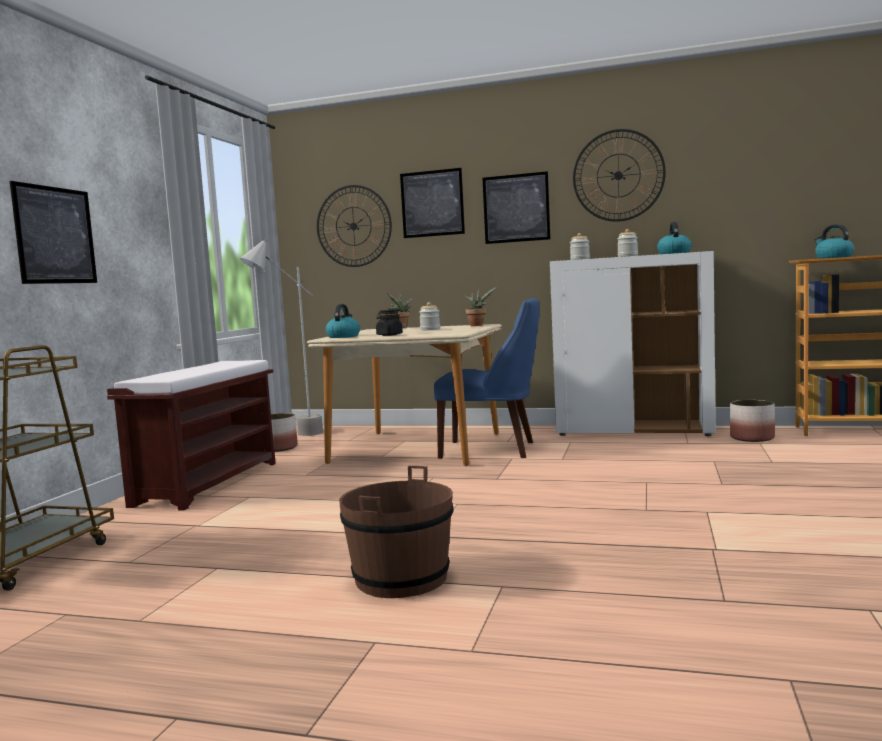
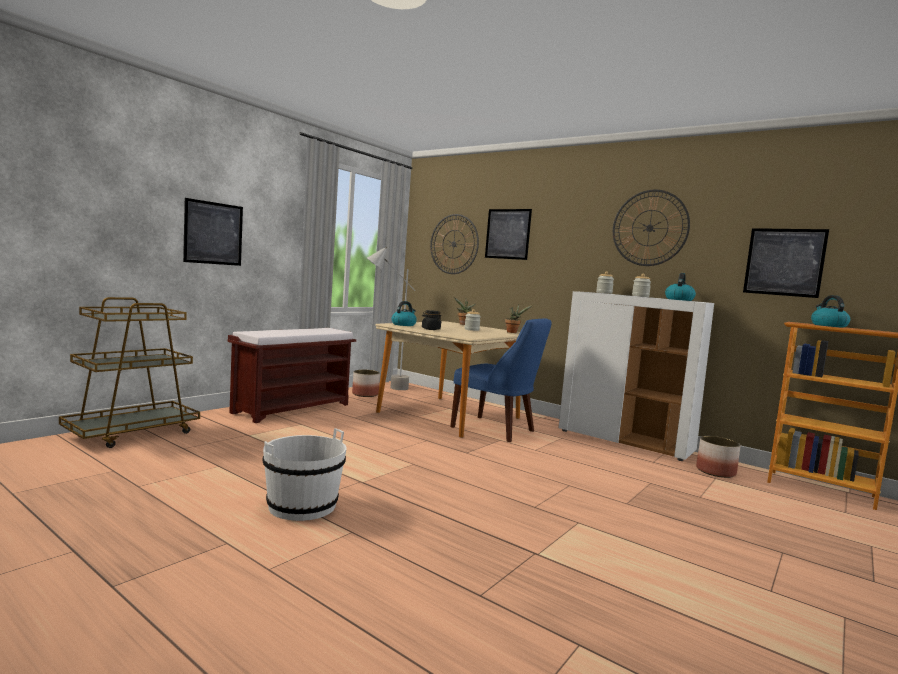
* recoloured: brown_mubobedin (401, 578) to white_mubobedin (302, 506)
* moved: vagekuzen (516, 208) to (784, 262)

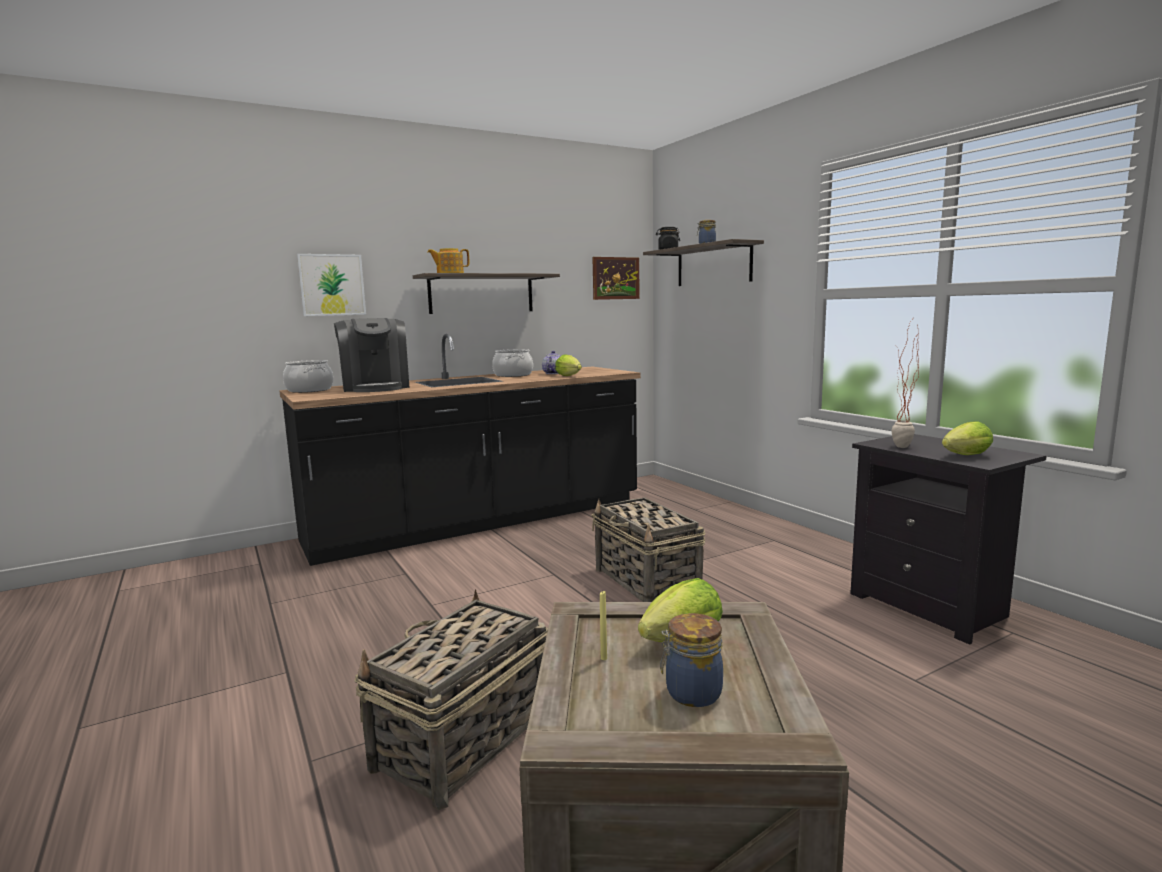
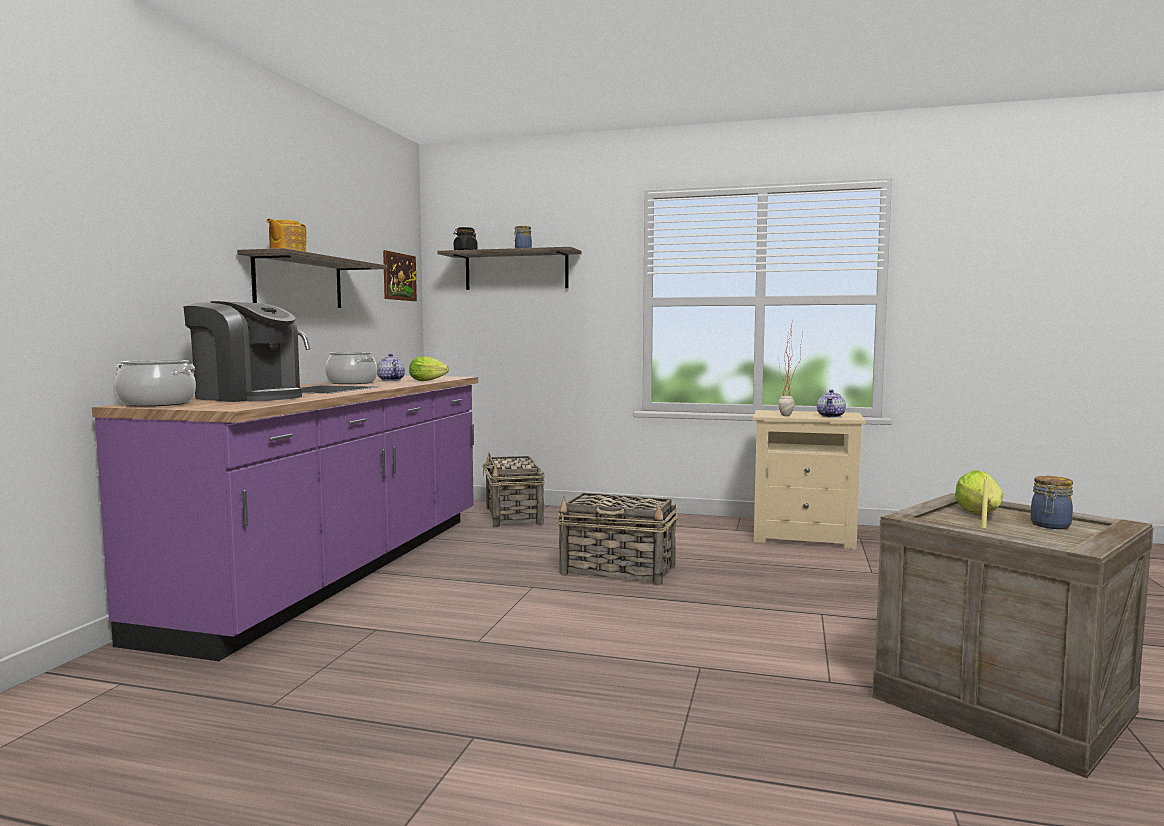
* recoloured: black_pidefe (479, 522) to purple_pidefe (340, 570)
* removed: vagekuzen (332, 285)
* moved: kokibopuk (461, 742) to (513, 516)
* recoloured: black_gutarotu (932, 607) to beige_gutarotu (804, 537)
* replaced: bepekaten (963, 456) to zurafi (831, 416)

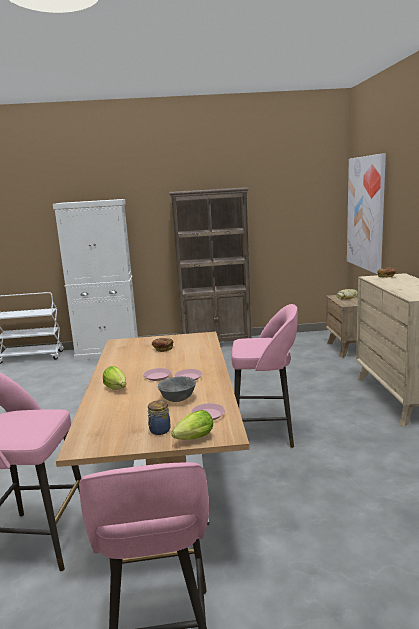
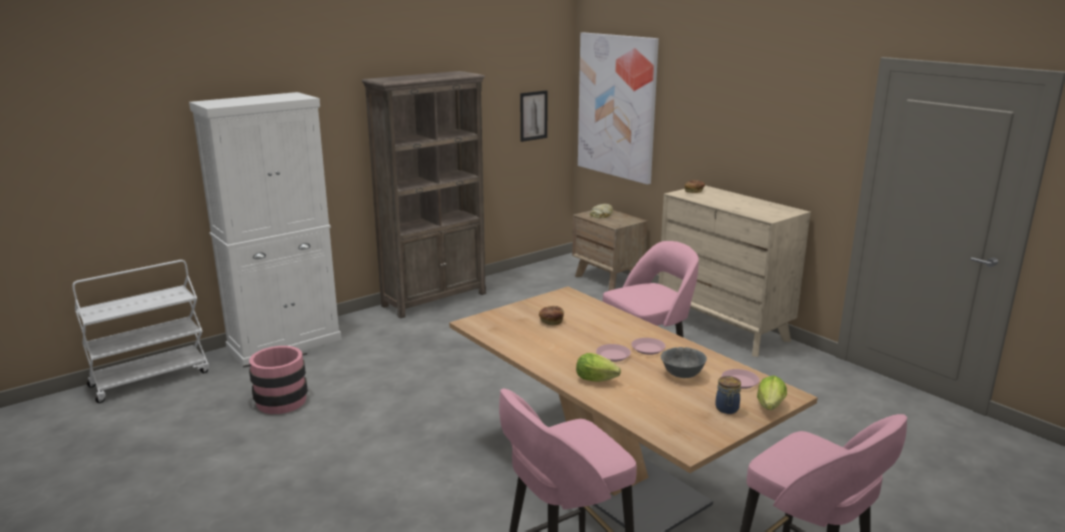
* added: pink_mubobedin (280, 399)
* added: vagekuzen (533, 115)

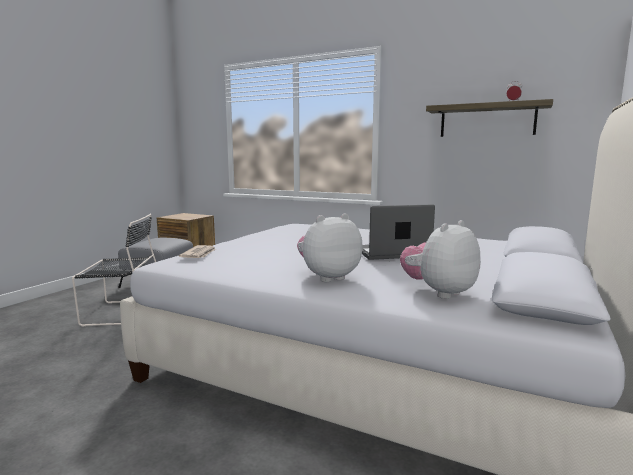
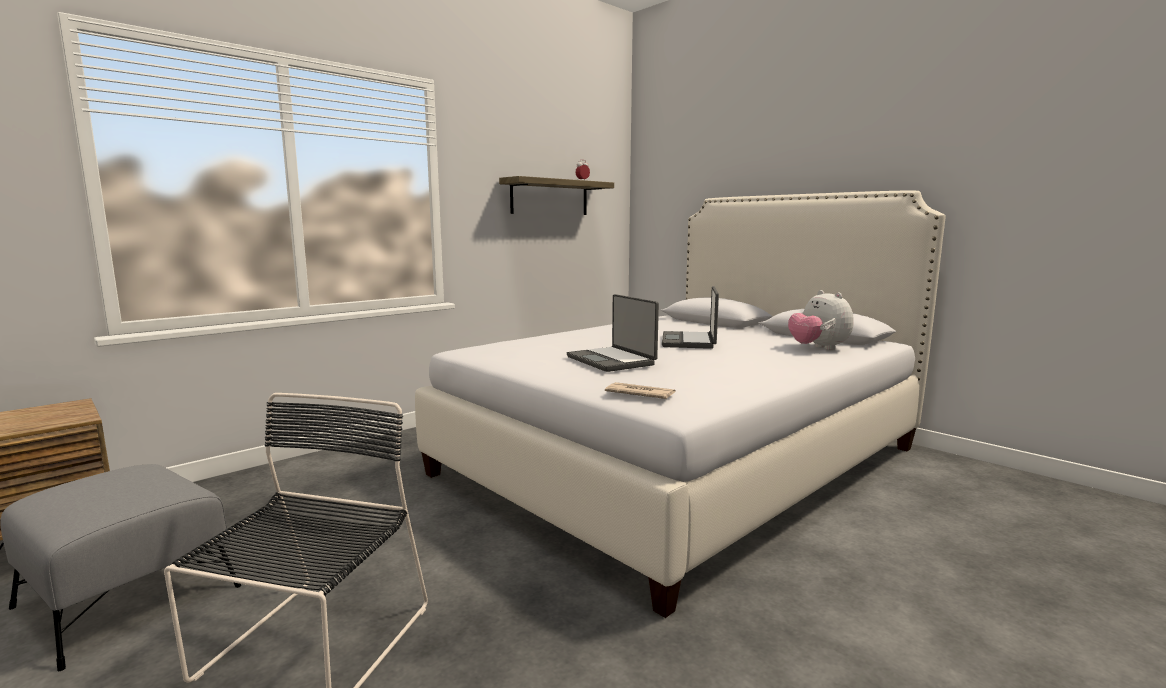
* removed: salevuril (328, 277)
* added: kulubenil (612, 360)

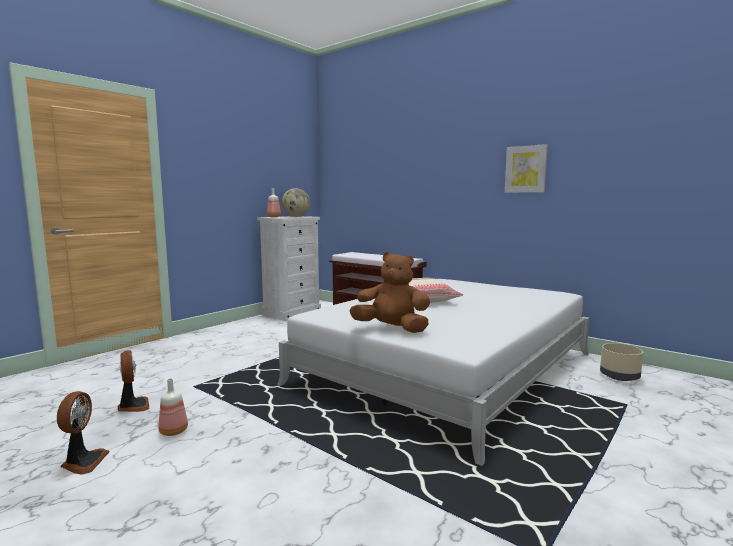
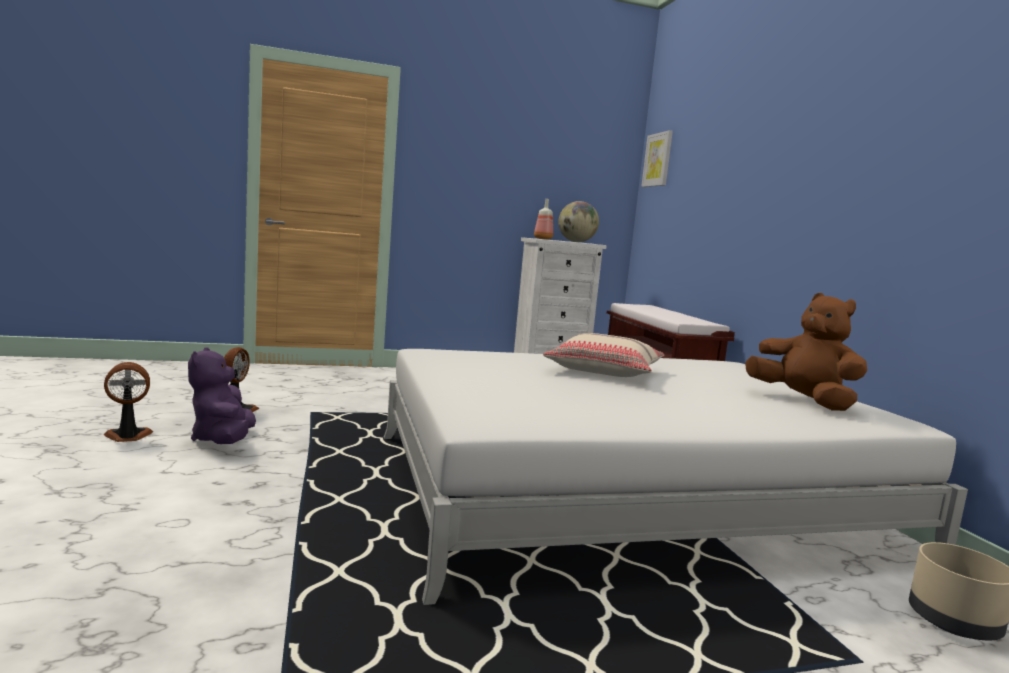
* turned: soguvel (83, 462) = (128, 436) 150 degrees counterclockwise
* replaced: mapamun (172, 431) to purple_salevuril (223, 440)
* moved: brown_salevuril (392, 329) to (803, 401)
* moved: vagekuzen (526, 169) to (658, 160)

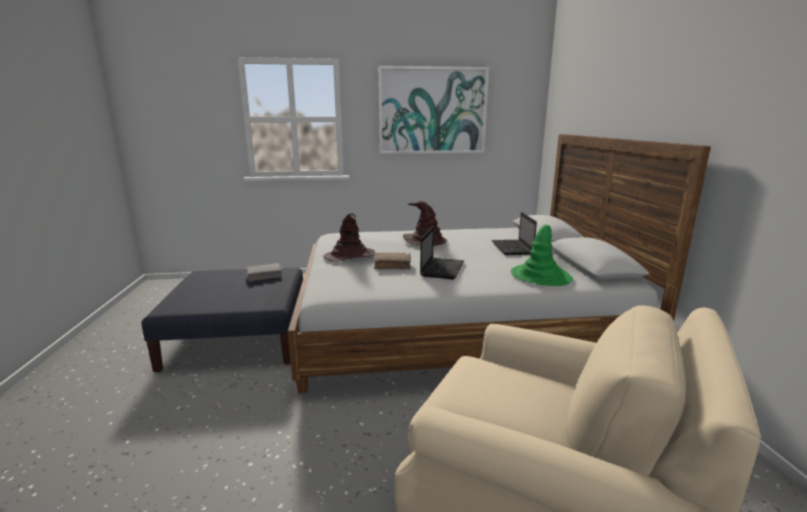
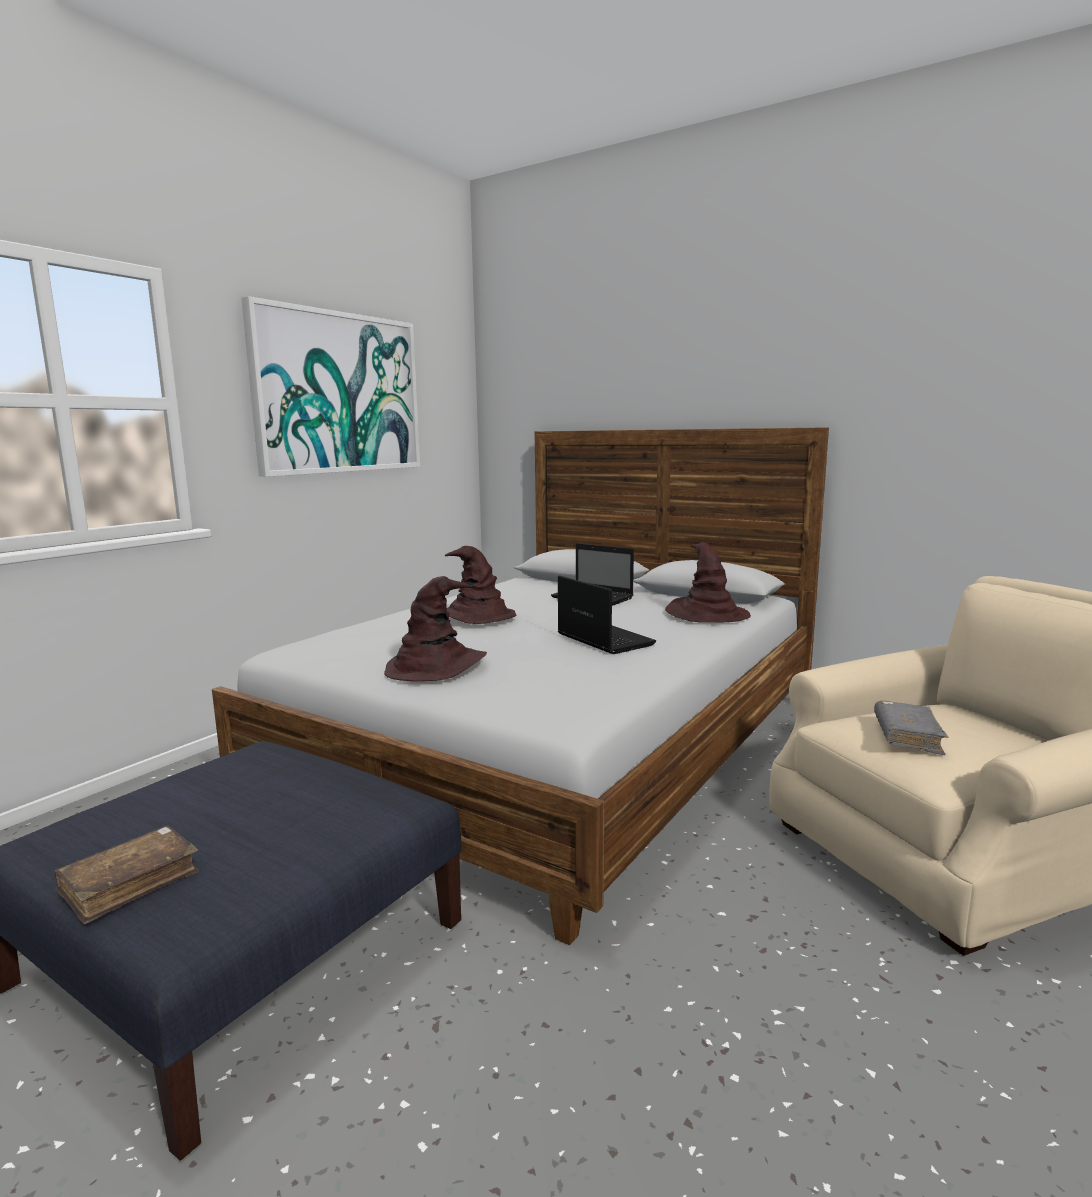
* moved: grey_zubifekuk (264, 276) to (907, 737)
* moved: brown_zubifekuk (392, 265) to (130, 883)
* recoloured: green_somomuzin (540, 276) to brown_somomuzin (707, 615)

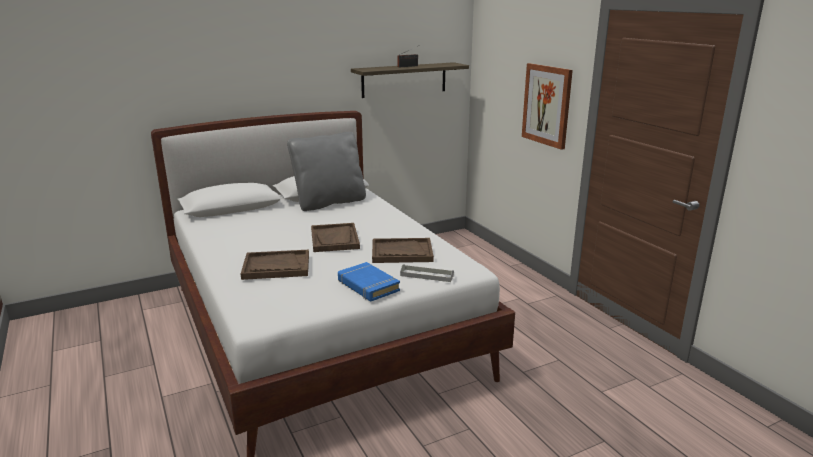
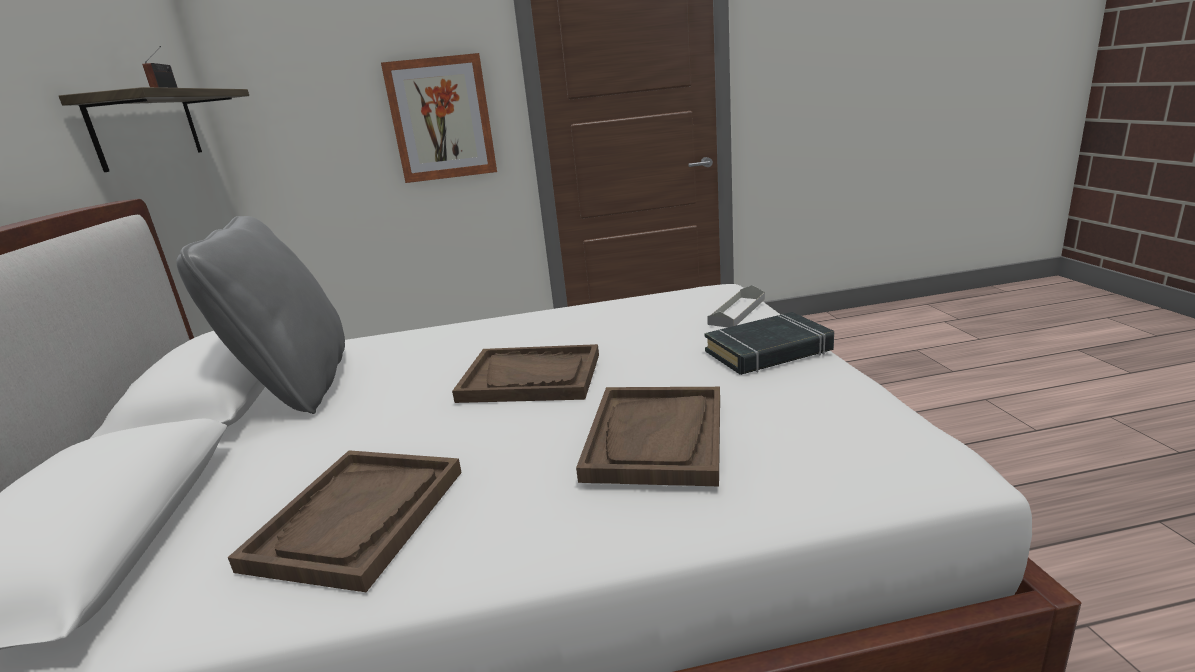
* recoloured: blue_zubifekuk (368, 286) to black_zubifekuk (768, 351)
* moved: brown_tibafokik (401, 252) to (358, 518)

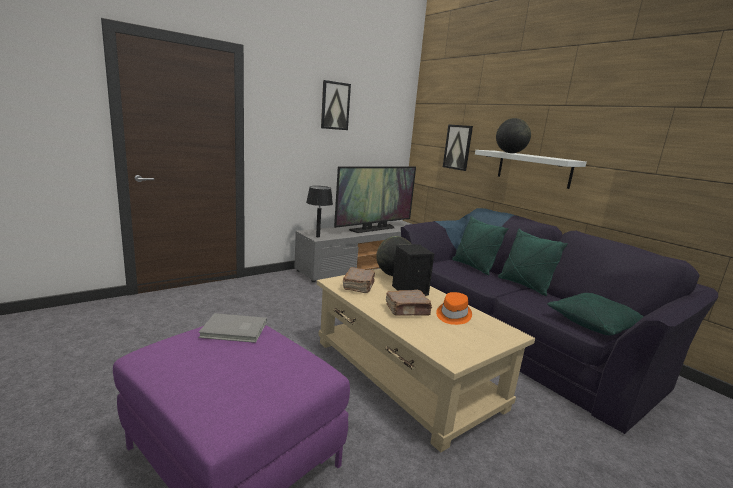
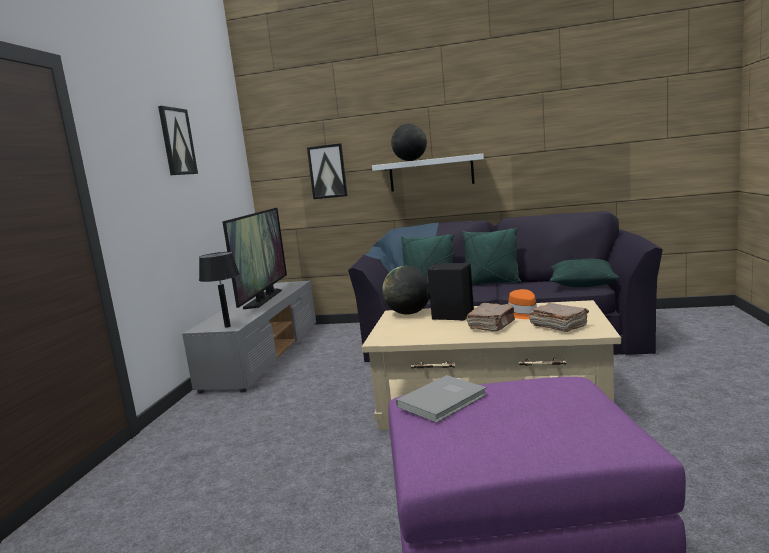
* moved: brown_zubifekuk (359, 286) to (558, 326)

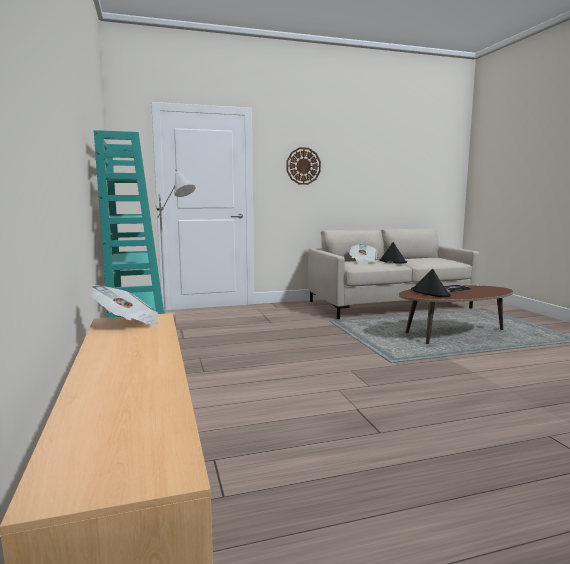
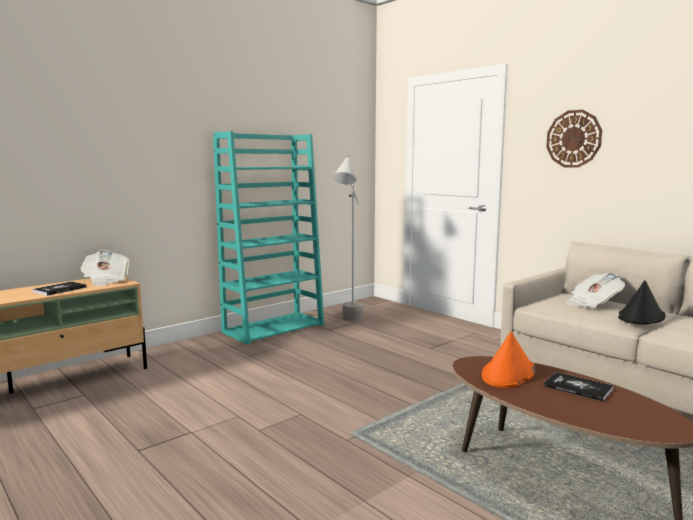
* recoloured: black_somomuzin (430, 293) to orange_somomuzin (508, 374)
* added: zubifekuk (60, 289)

